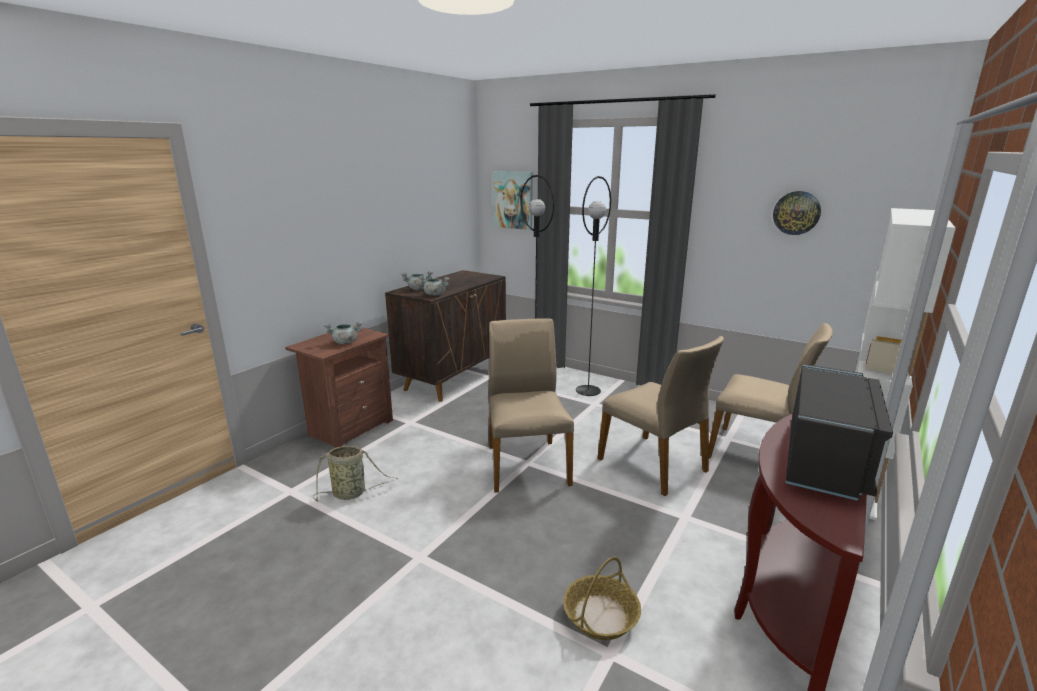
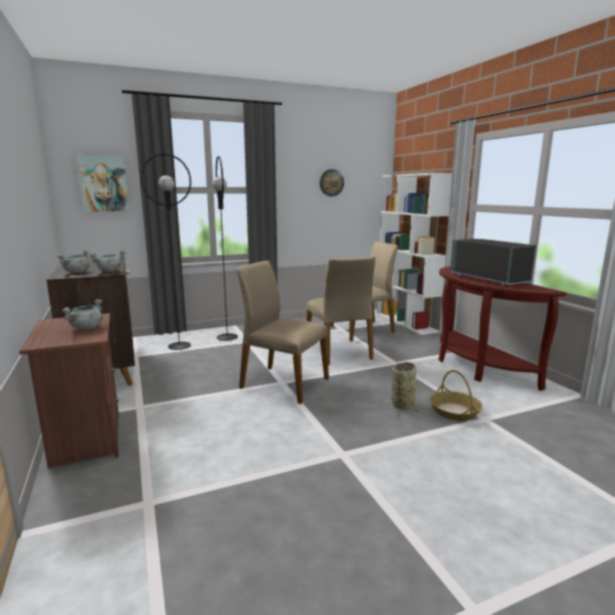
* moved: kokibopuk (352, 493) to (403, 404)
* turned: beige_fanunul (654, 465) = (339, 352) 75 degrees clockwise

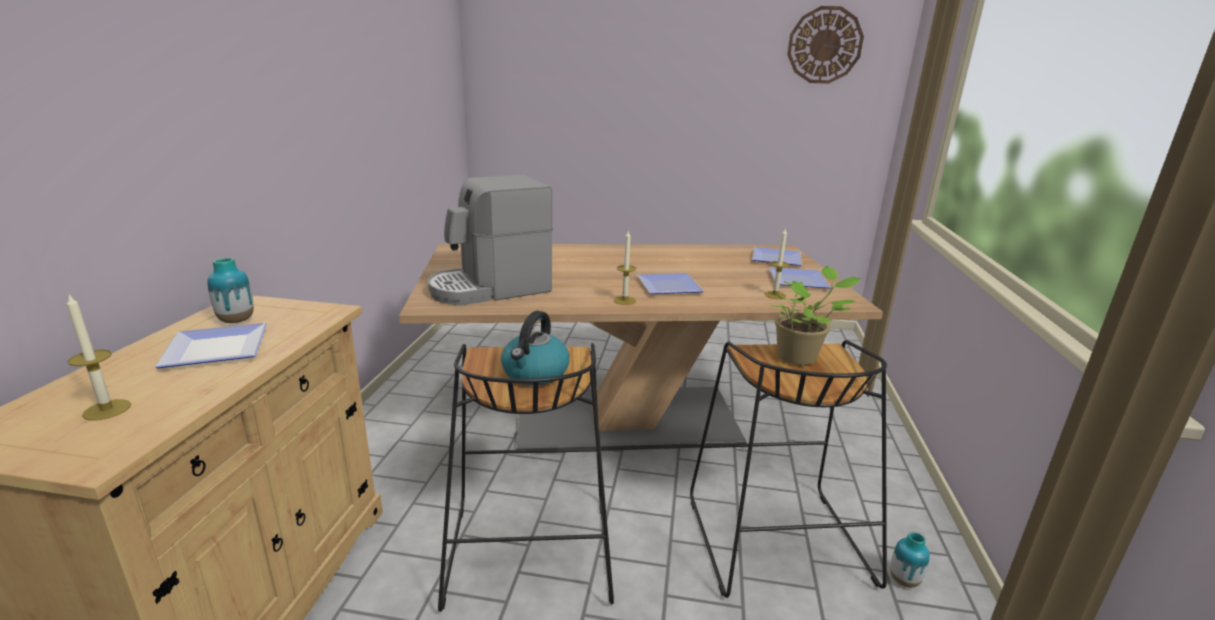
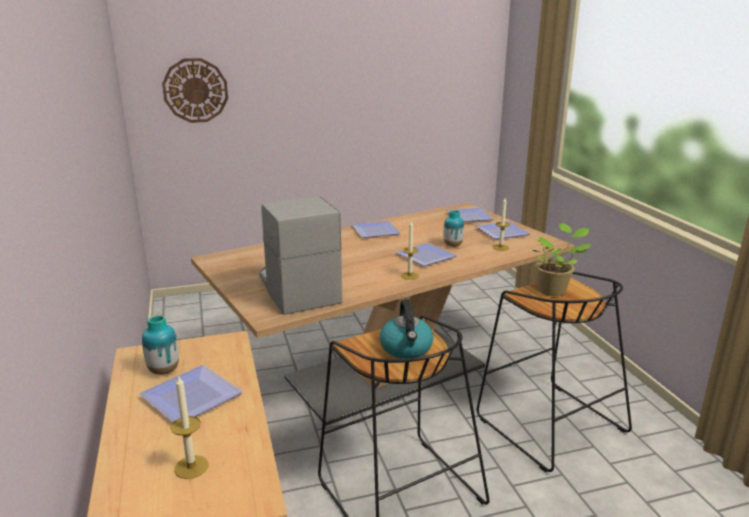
* turned: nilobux (490, 288) = (297, 290) 120 degrees clockwise
* moved: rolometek (824, 45) to (195, 90)
* moved: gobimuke (904, 580) to (452, 245)
* added: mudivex (374, 231)

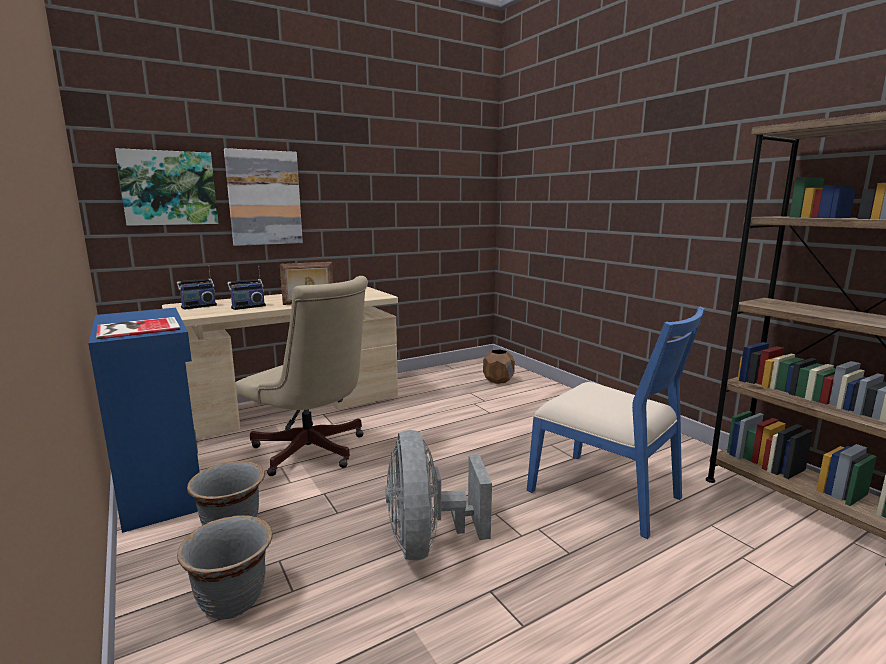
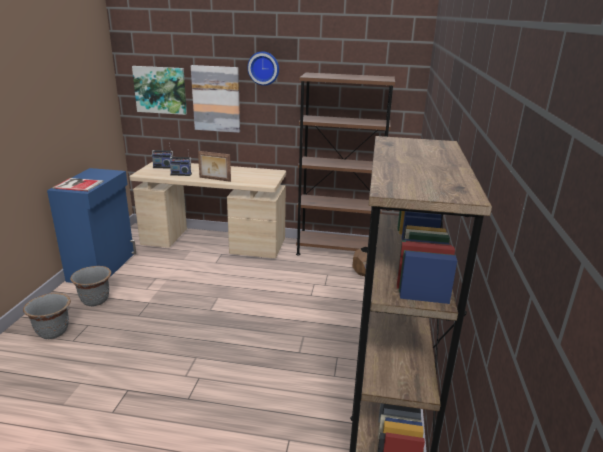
* removed: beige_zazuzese (313, 452)
* removed: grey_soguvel (428, 542)
* removed: blue_fanunul (606, 493)
* added: rolometek (263, 68)
* added: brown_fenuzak (337, 251)

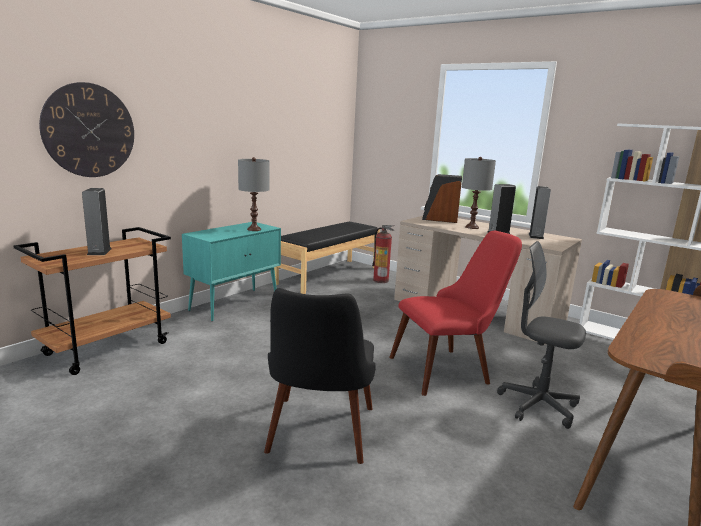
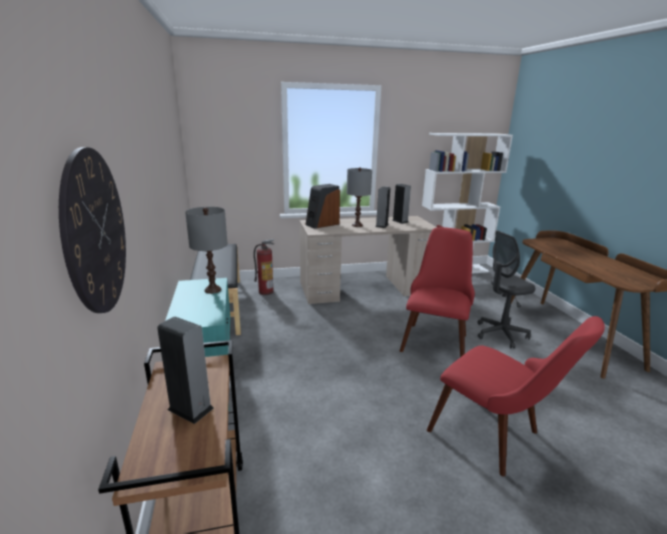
* recoloured: black_fanunul (318, 438) to red_fanunul (496, 438)

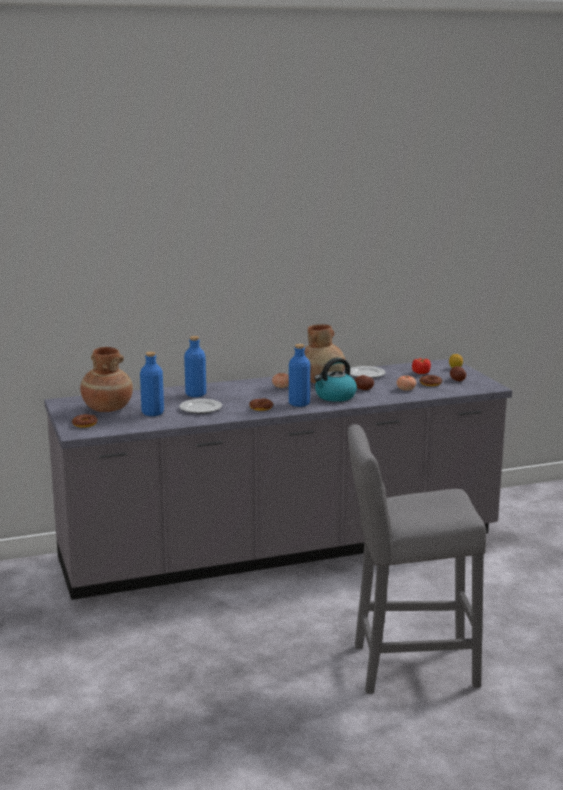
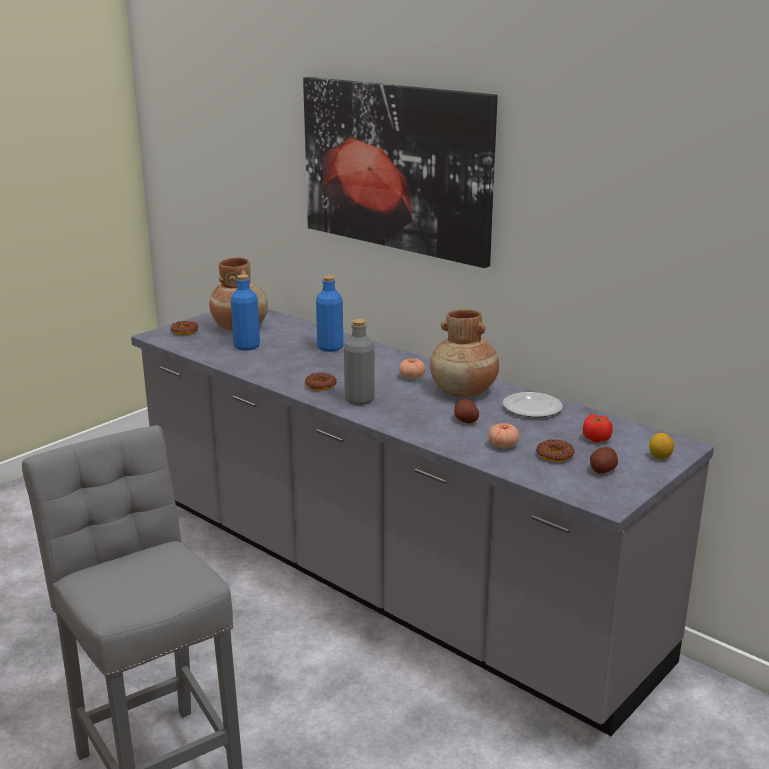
* removed: mudivex (200, 409)
* recoloured: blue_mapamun (299, 403) to grey_mapamun (359, 400)
* removed: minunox (335, 396)
* added: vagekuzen (396, 167)

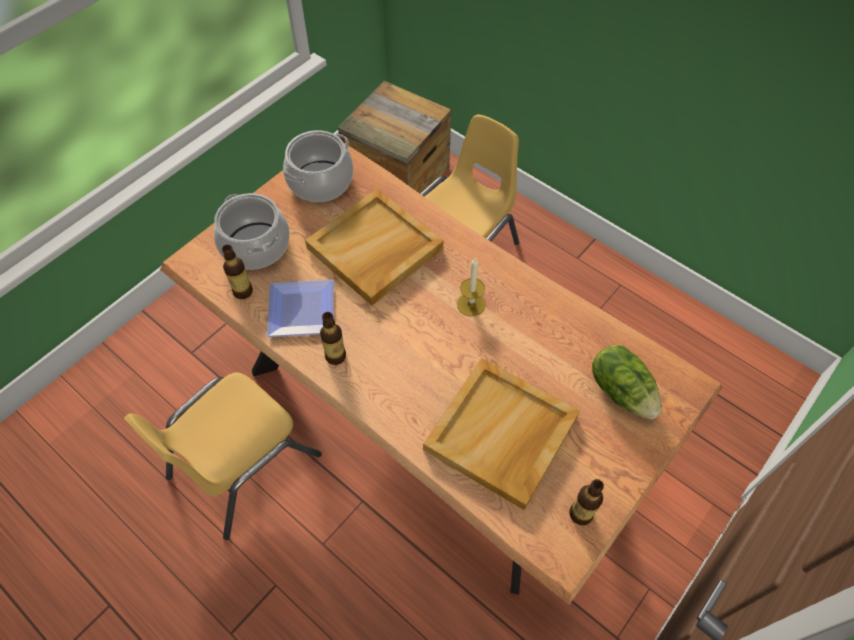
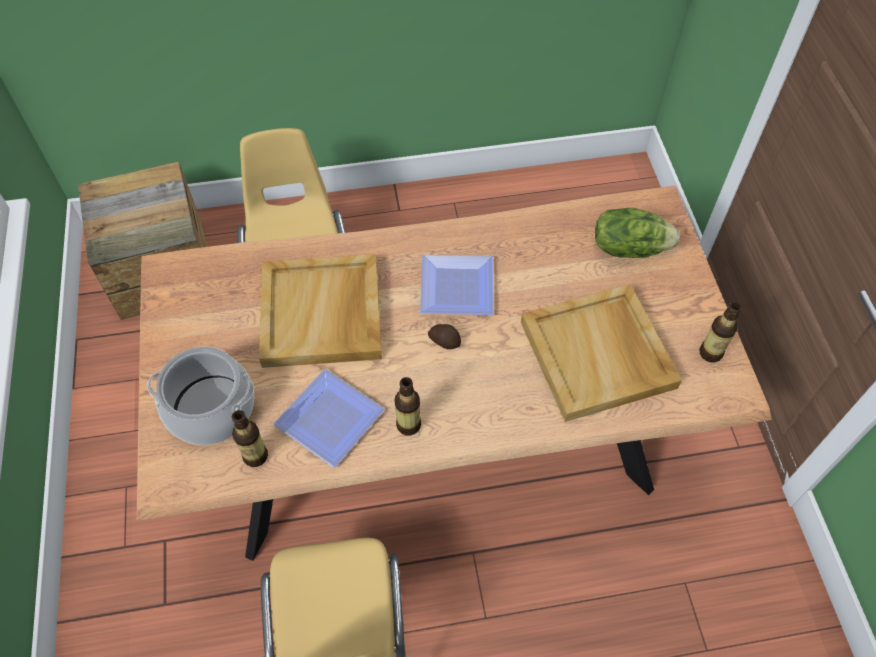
* removed: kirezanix (320, 182)
* replaced: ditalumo (471, 304) to mudivex (454, 285)
* added: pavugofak (445, 341)

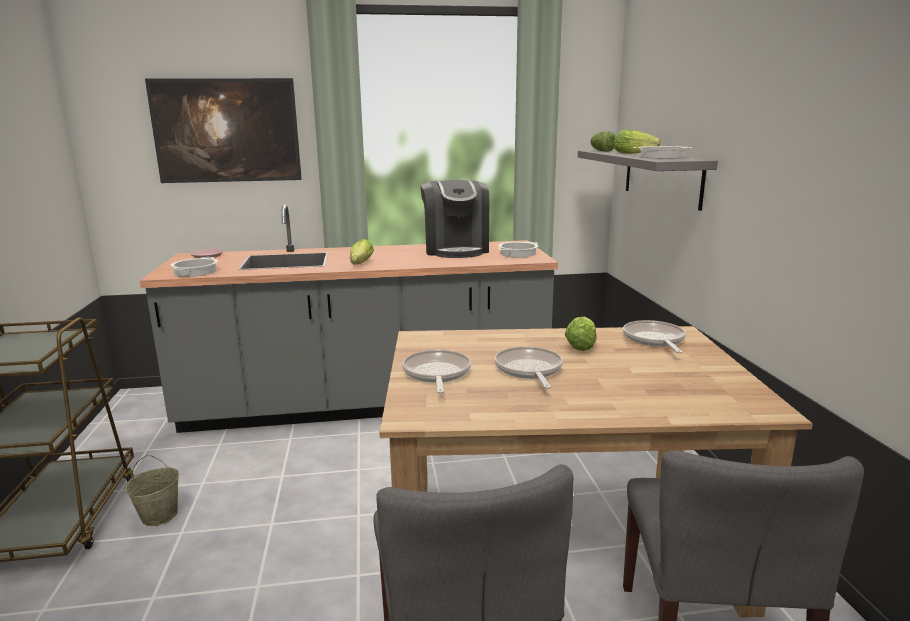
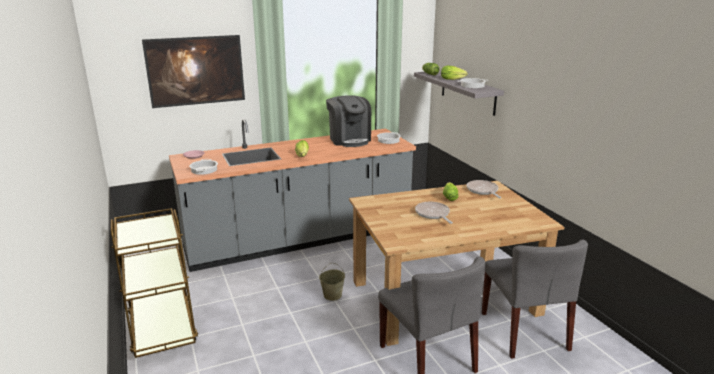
* moved: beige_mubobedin (160, 515) to (332, 295)
* removed: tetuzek (436, 374)

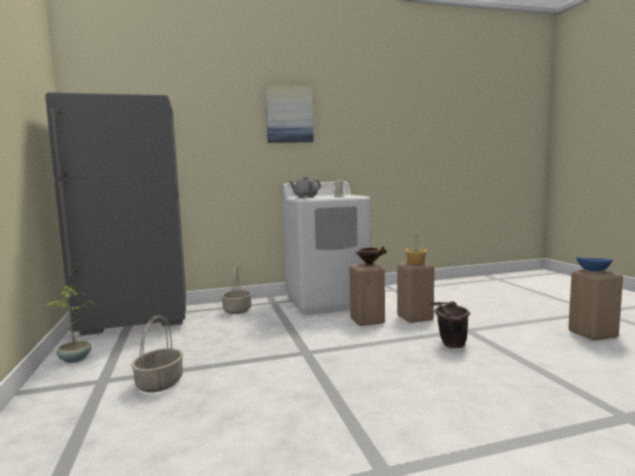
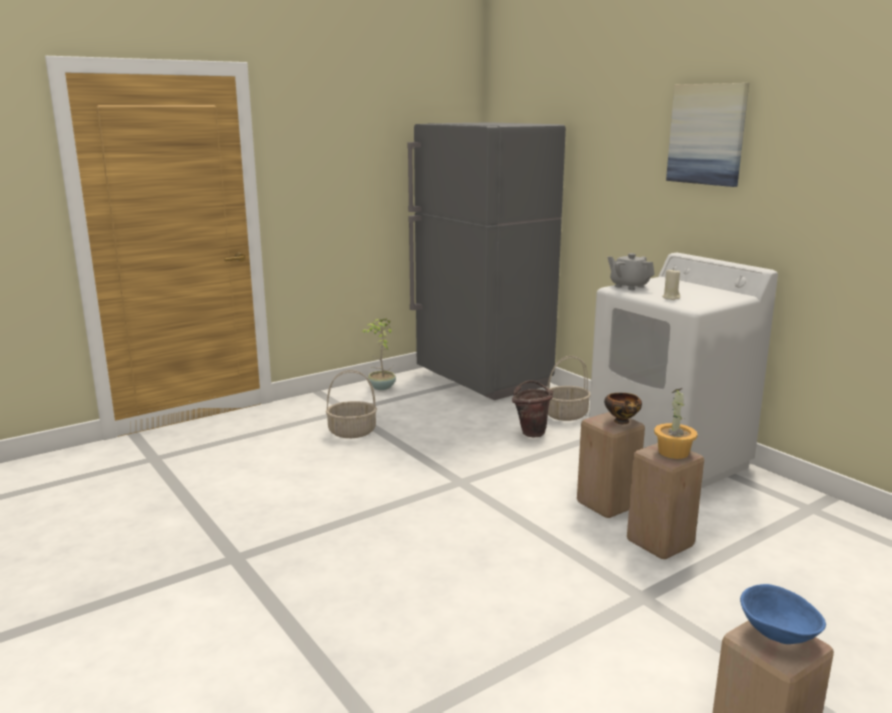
* moved: brown_mubobedin (449, 345) to (531, 432)

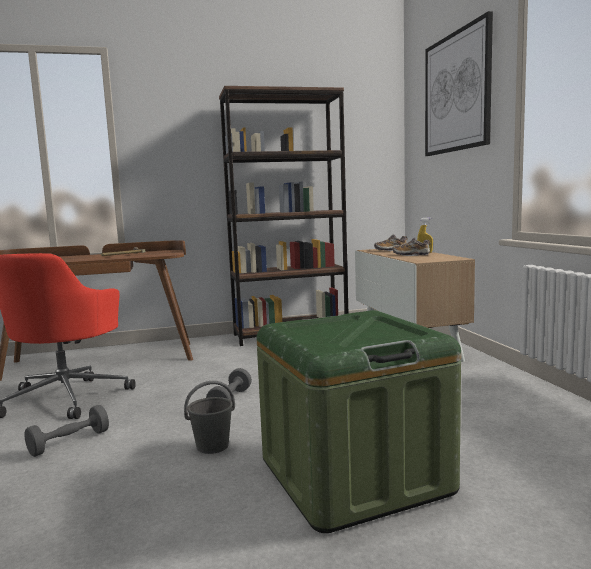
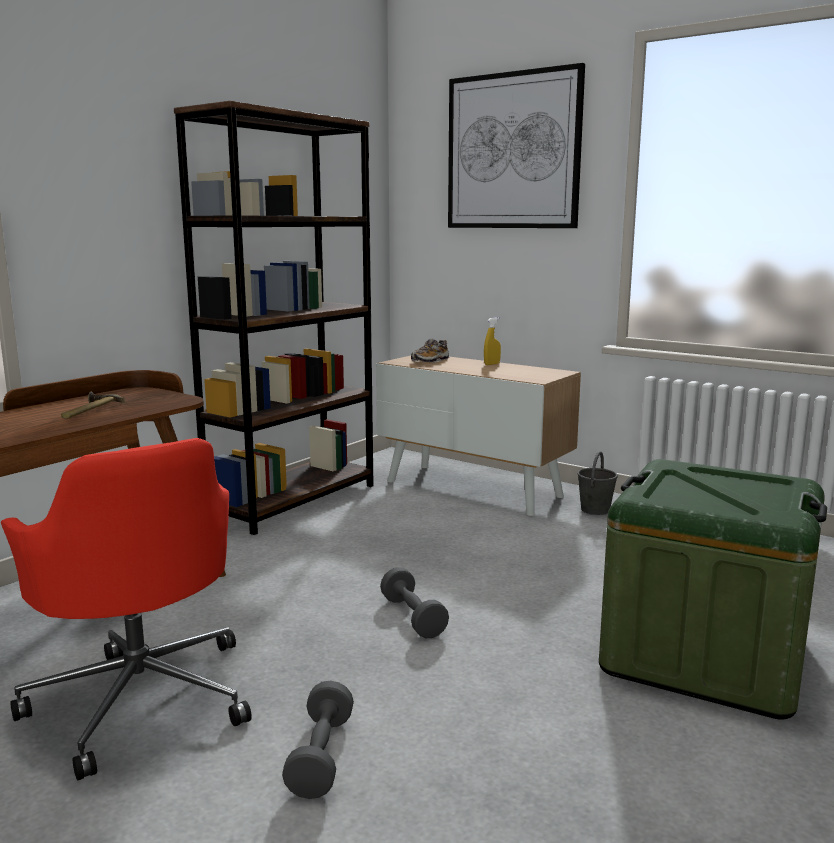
* moved: grey_mubobedin (212, 446) to (595, 510)
* removed: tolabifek (411, 255)

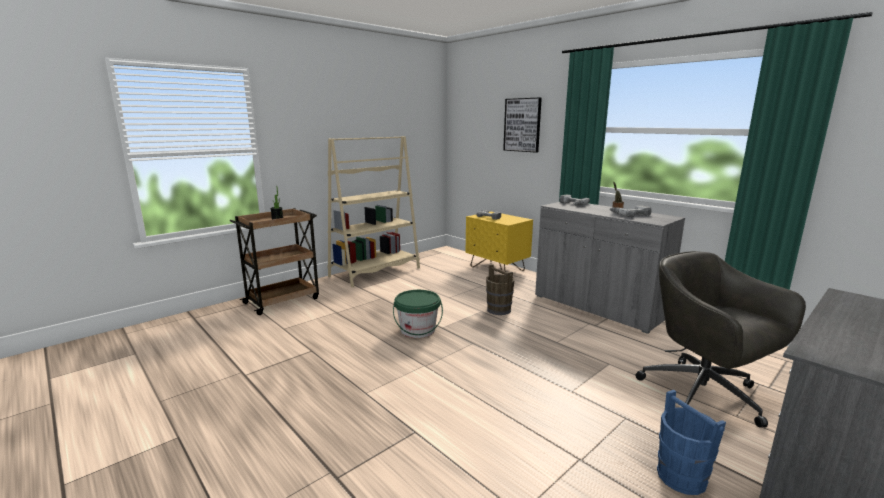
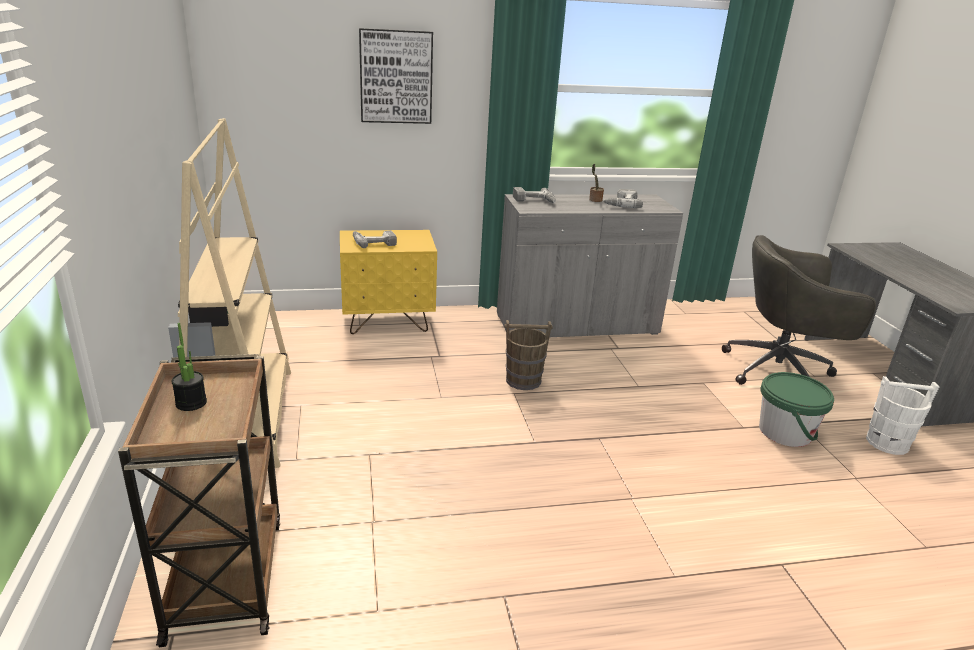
* moved: green_mubobedin (418, 330) to (785, 432)
* recoloured: blue_mubobedin (681, 477) to white_mubobedin (887, 443)

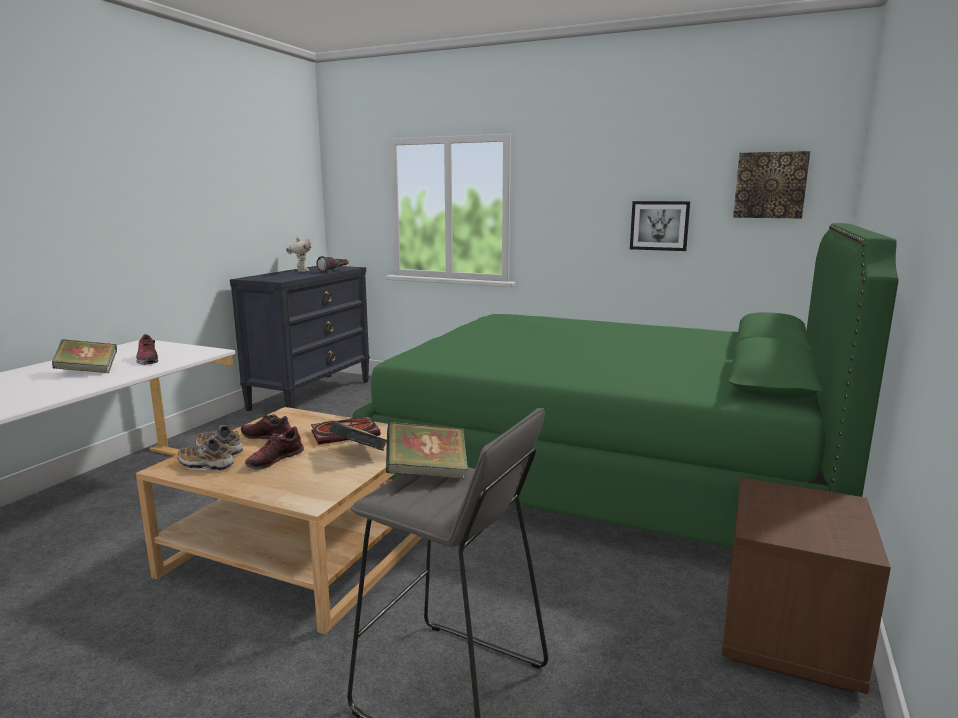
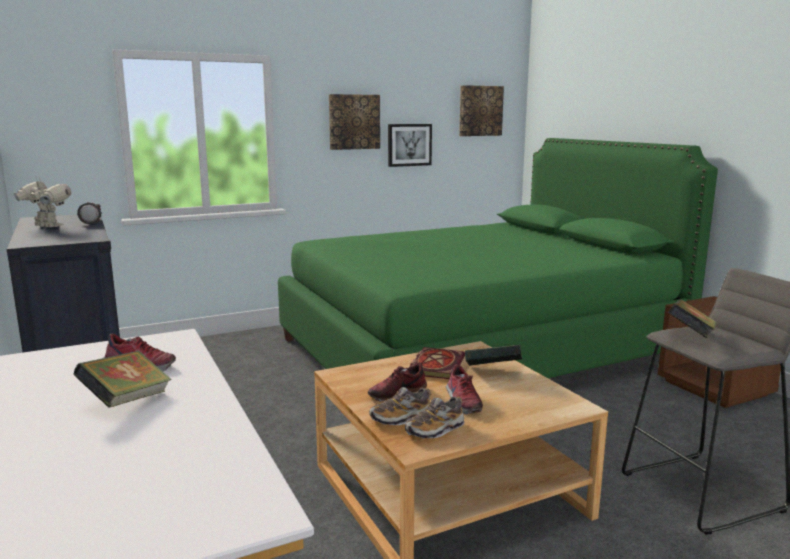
* added: vagekuzen (354, 122)

